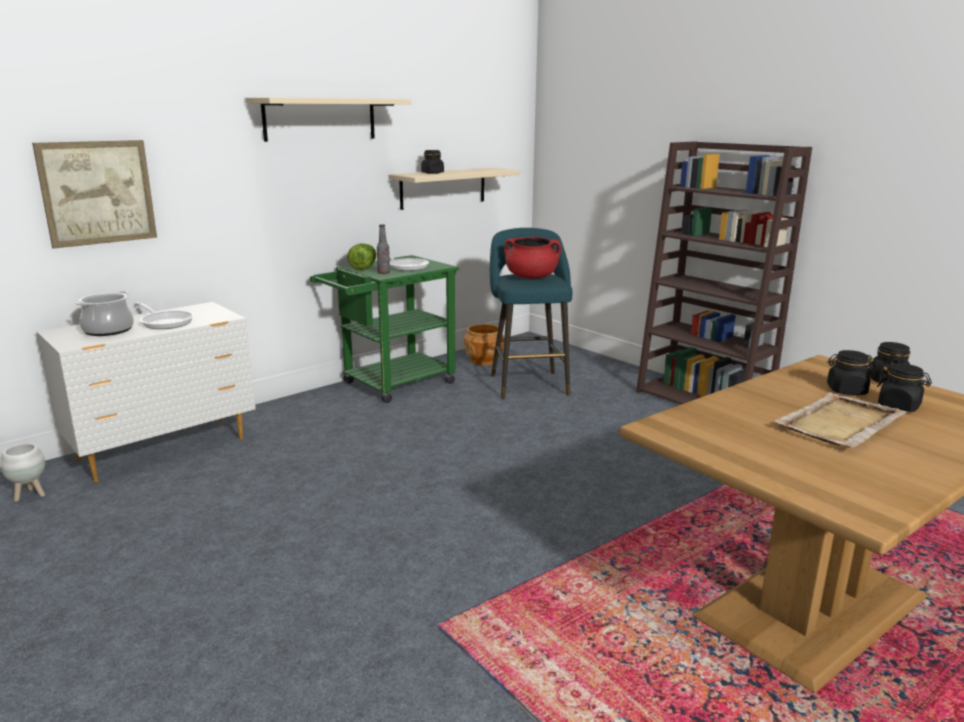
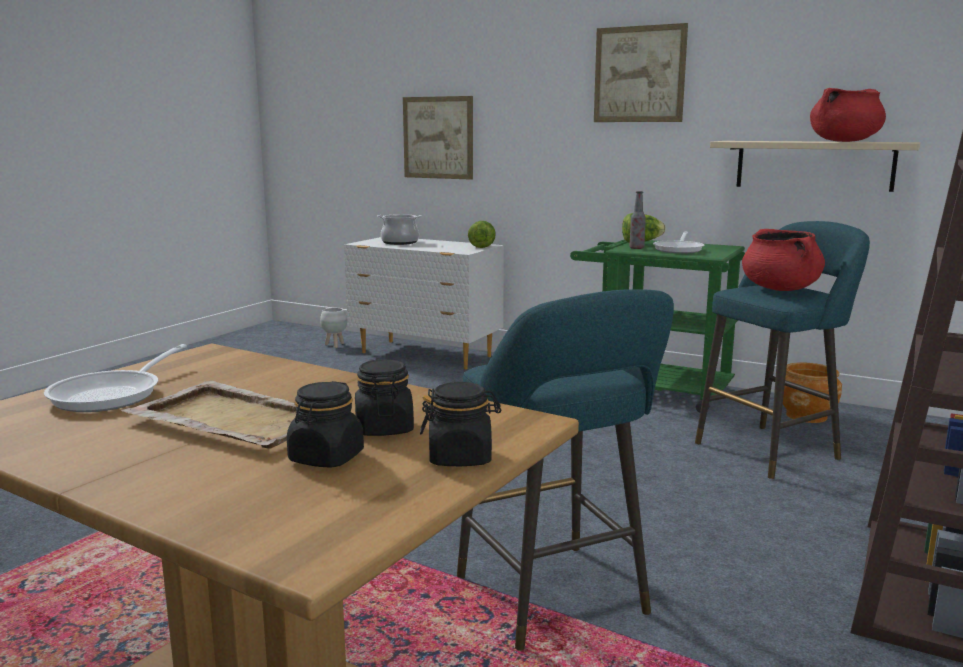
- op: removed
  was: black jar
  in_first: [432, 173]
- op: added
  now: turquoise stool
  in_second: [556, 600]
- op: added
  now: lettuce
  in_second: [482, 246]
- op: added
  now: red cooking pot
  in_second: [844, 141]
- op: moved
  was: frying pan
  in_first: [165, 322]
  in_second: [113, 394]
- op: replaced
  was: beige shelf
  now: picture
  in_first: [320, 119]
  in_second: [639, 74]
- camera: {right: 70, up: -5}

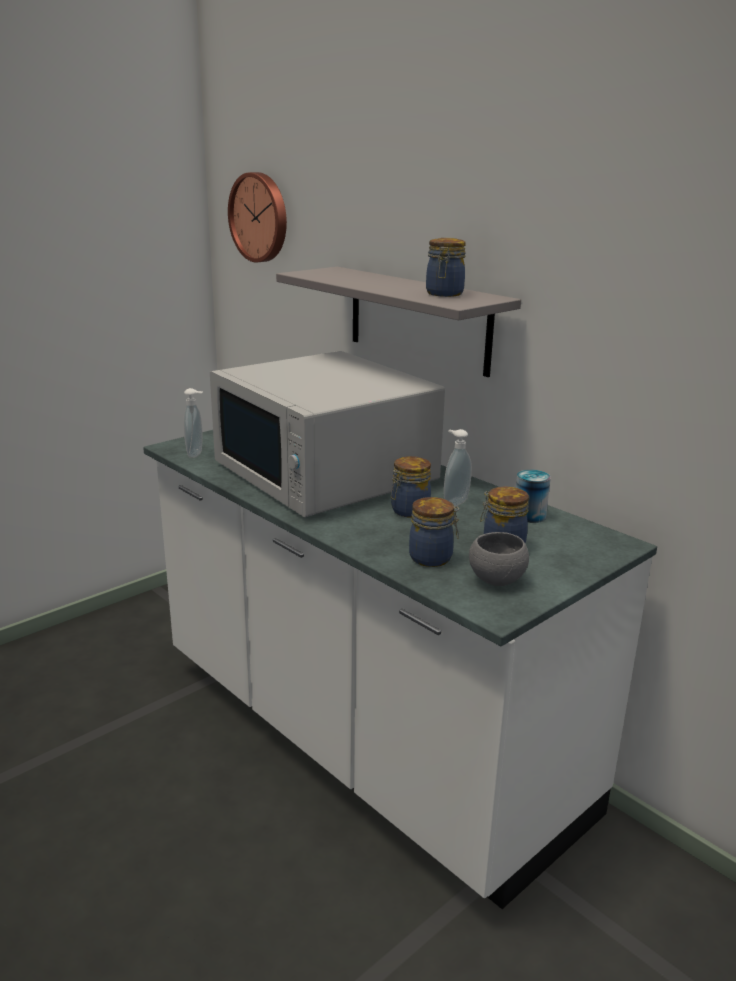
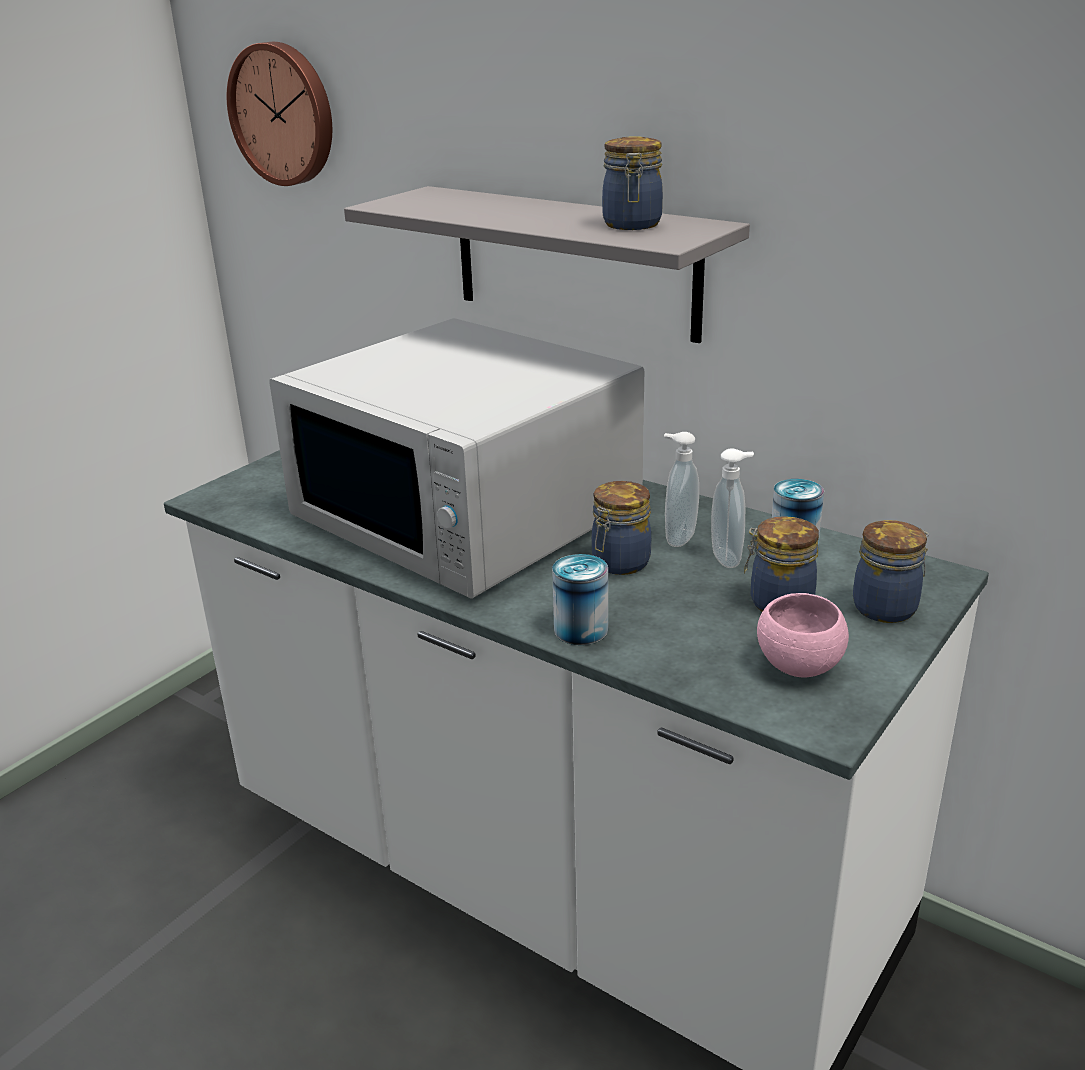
- op: added
  now: can
  in_second: [581, 630]
- op: moved
  was: soap dispenser
  in_first: [196, 454]
  in_second: [728, 558]
- op: moved
  was: jar
  in_first: [432, 558]
  in_second: [887, 608]
- op: recoloured
  was: grey bowl
  now: pink bowl
  in_first: [497, 579]
  in_second: [799, 665]
- camera: {right: -10, up: 5}

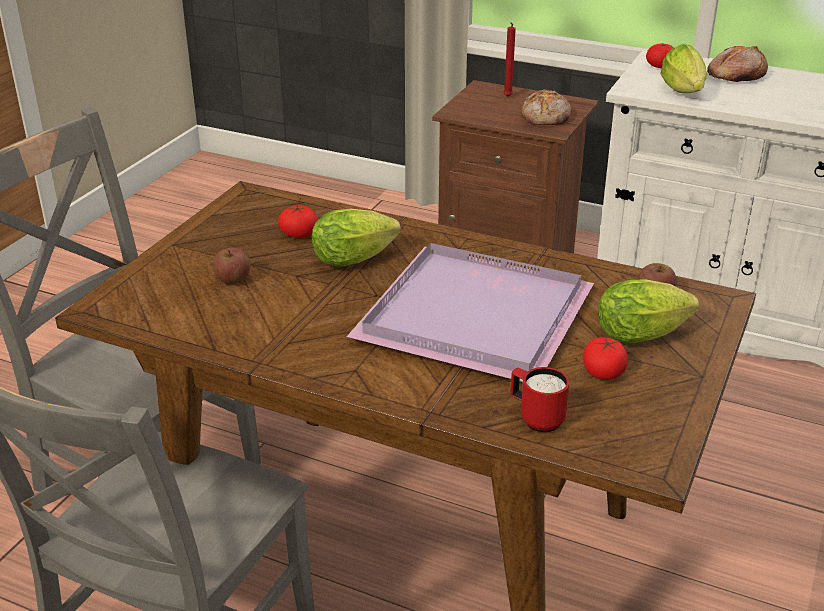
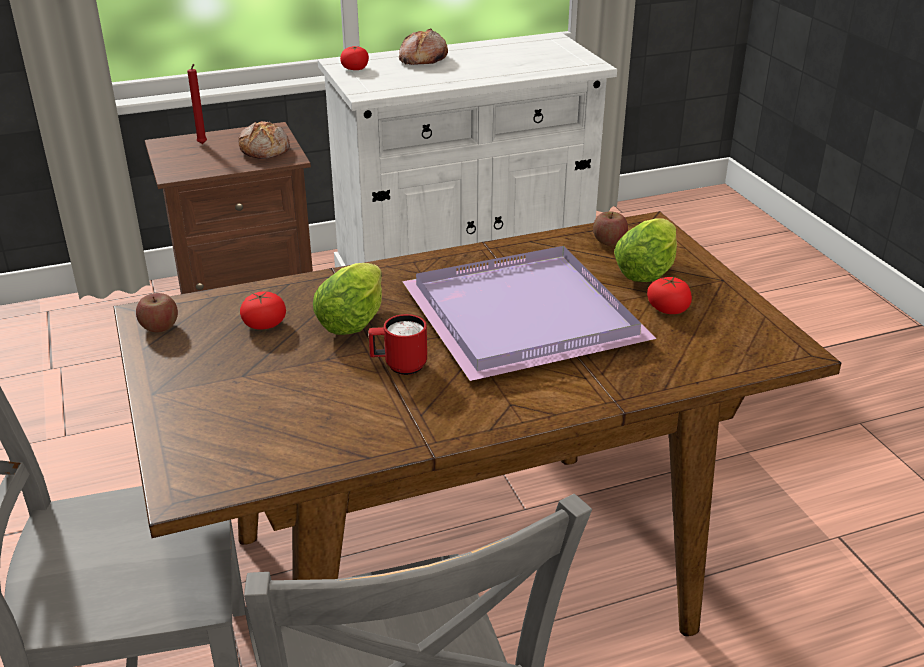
- op: removed
  was: lettuce
  in_first: [684, 93]
- op: moved
  was: apple
  in_first: [233, 279]
  in_second: [159, 327]
- op: moved
  was: red mug
  in_first: [536, 418]
  in_second: [399, 366]
- camera: {right: -45, up: 0}

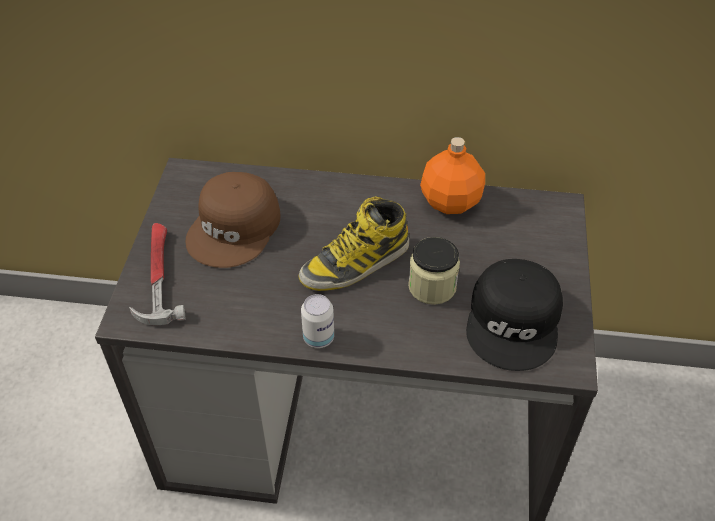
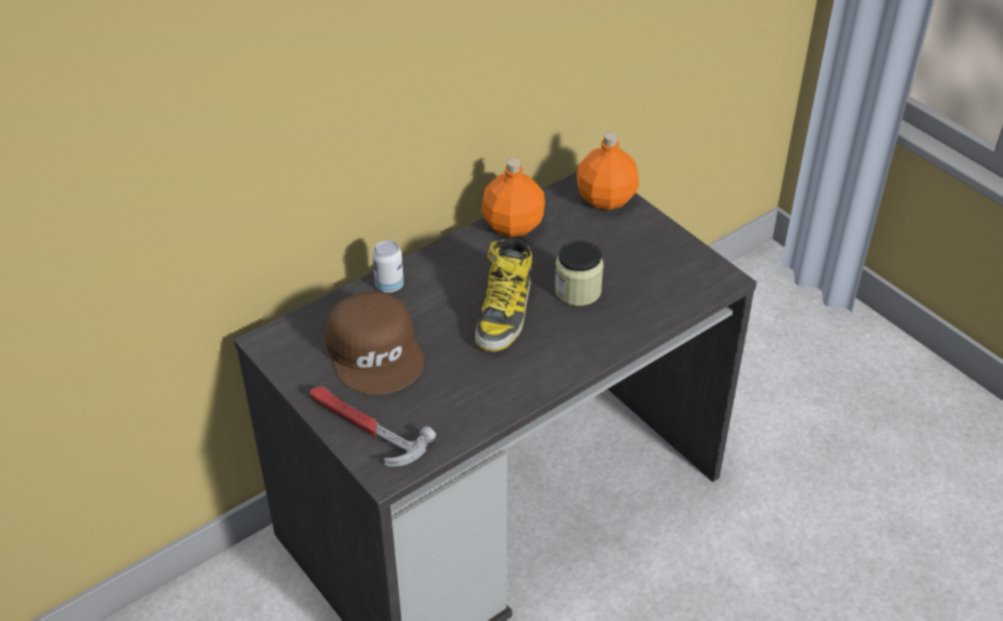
- op: removed
  was: black cap
  in_first: [515, 321]
- op: added
  now: orange bottle
  in_second: [605, 199]
- op: moved
  was: can
  in_first: [318, 338]
  in_second: [389, 285]
- camera: {right: -45, up: -5}

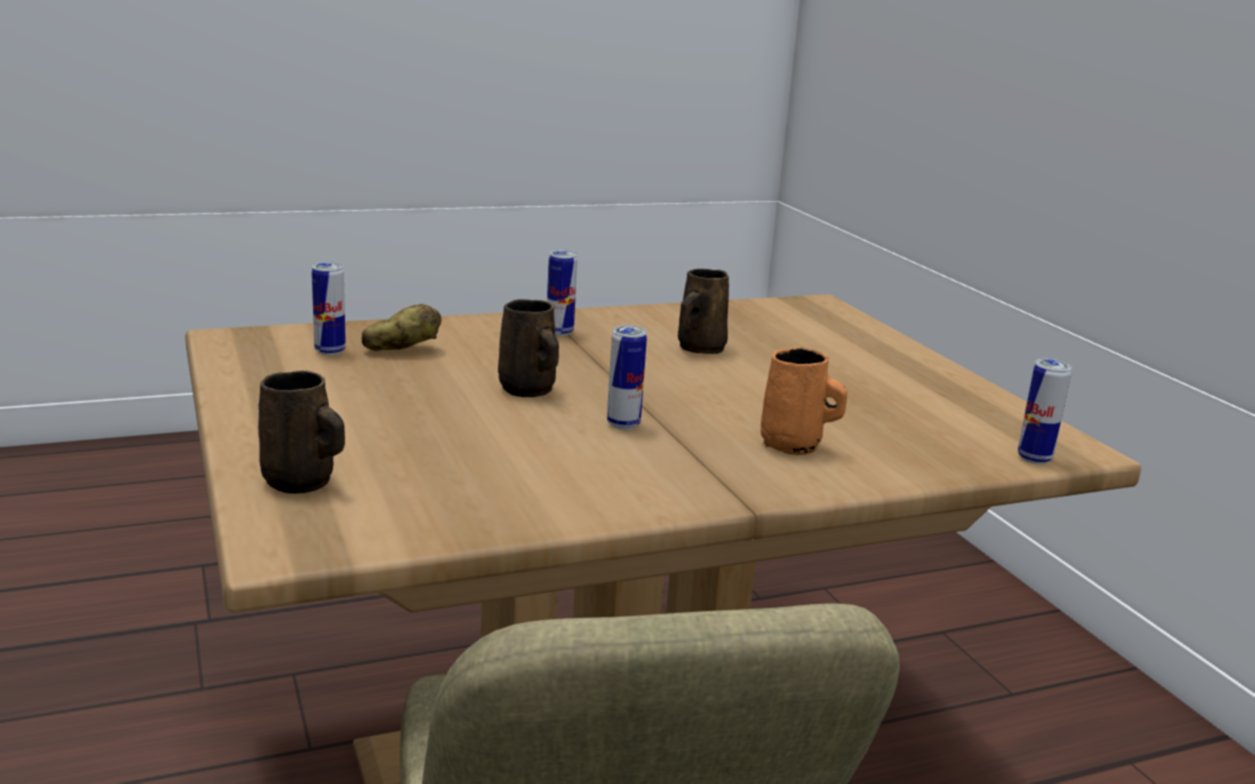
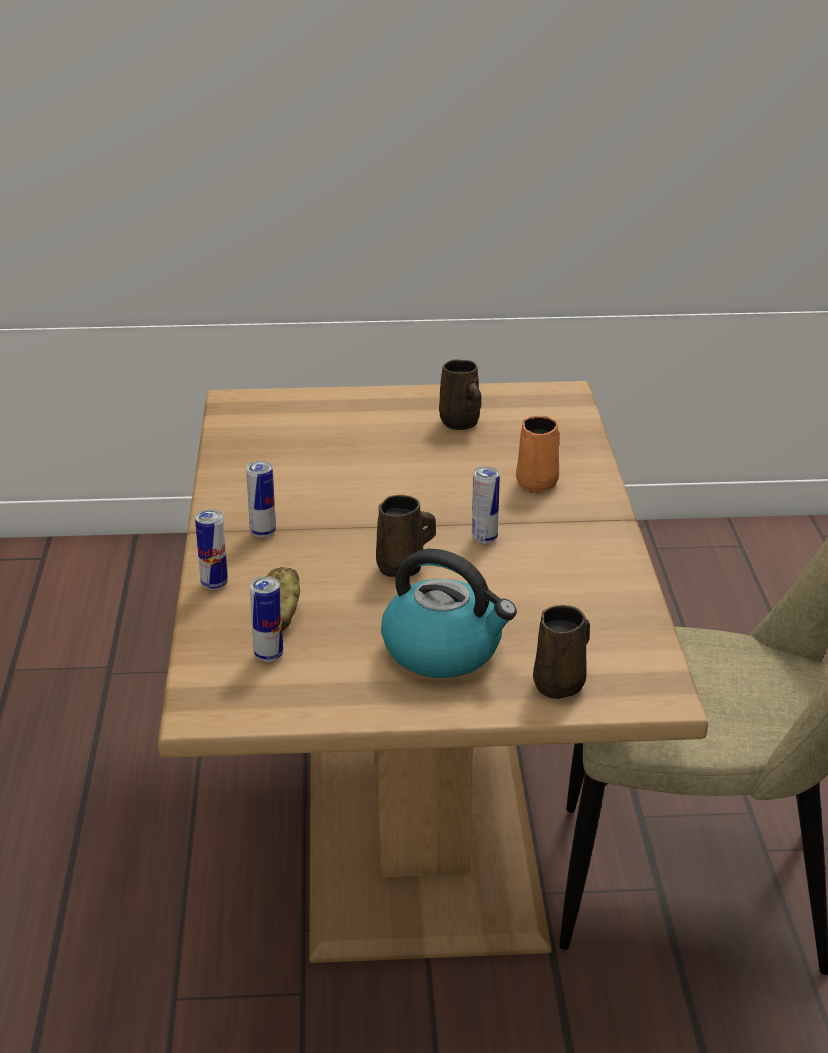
- op: added
  now: kettle
  in_second: [444, 651]
- op: moved
  was: brown mug
  in_first: [699, 348]
  in_second: [461, 423]
- op: moved
  was: can
  in_first: [1034, 458]
  in_second: [214, 584]
- camera: {right: -70, up: 10}

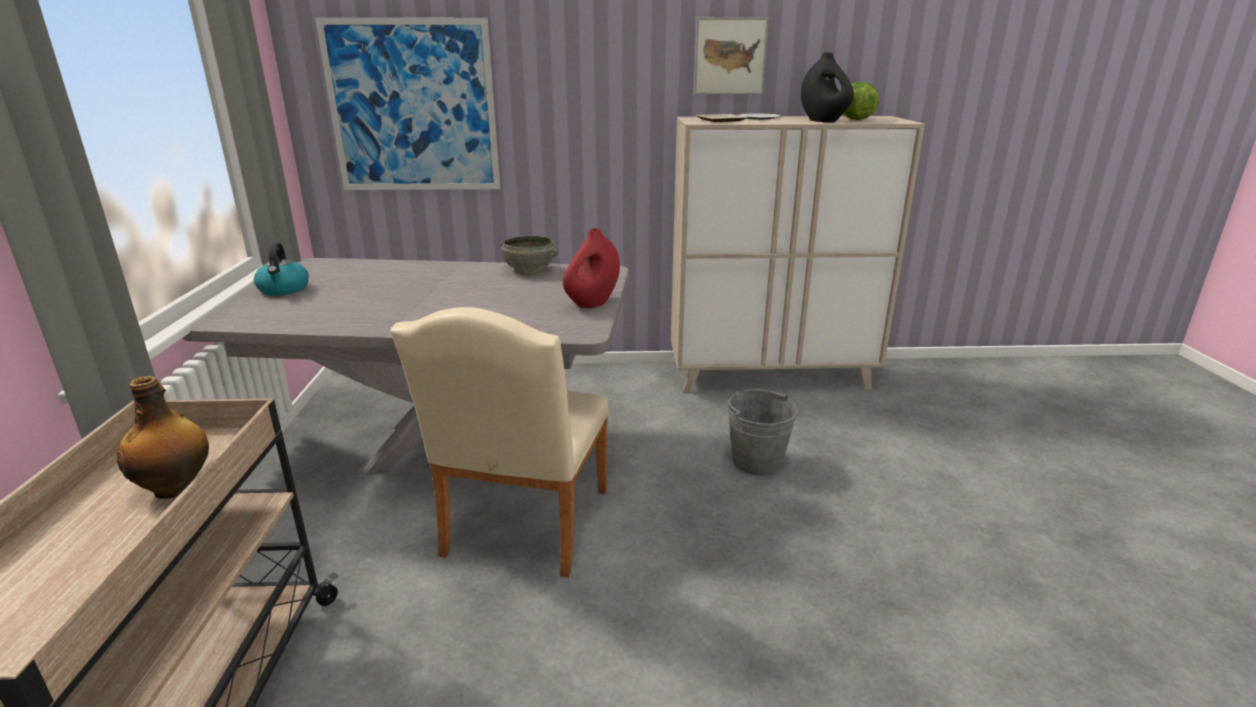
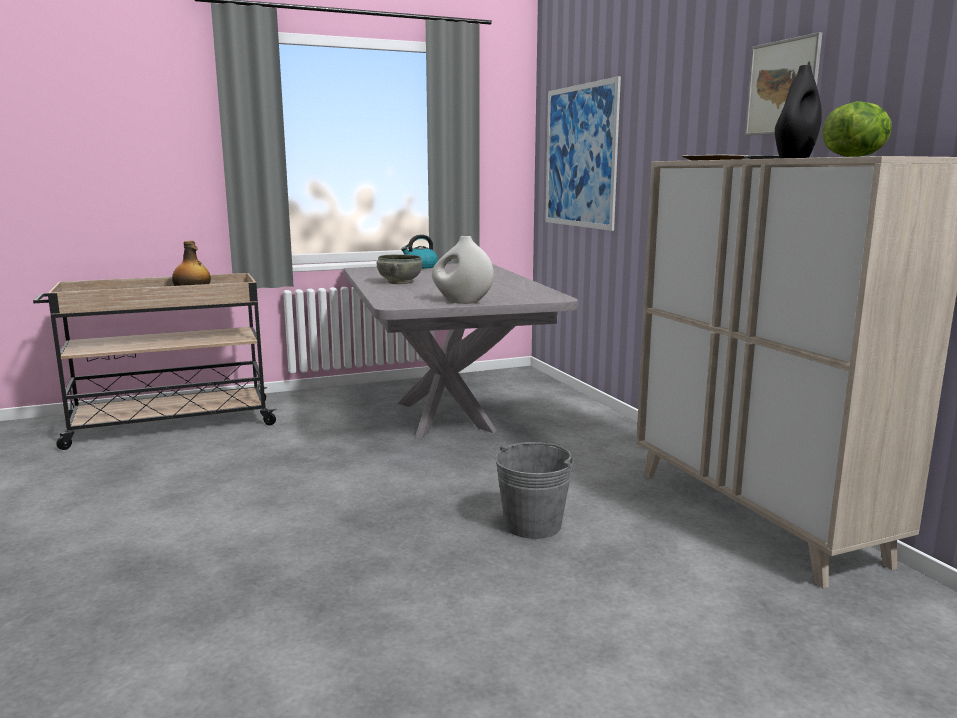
- op: removed
  was: beige chair
  in_first: [522, 529]
- op: moved
  was: grey bowl
  in_first: [529, 270]
  in_second: [399, 282]
- op: recoloured
  was: red vase
  now: white vase
  in_first: [592, 303]
  in_second: [462, 302]
- camera: {right: 70, up: -10}

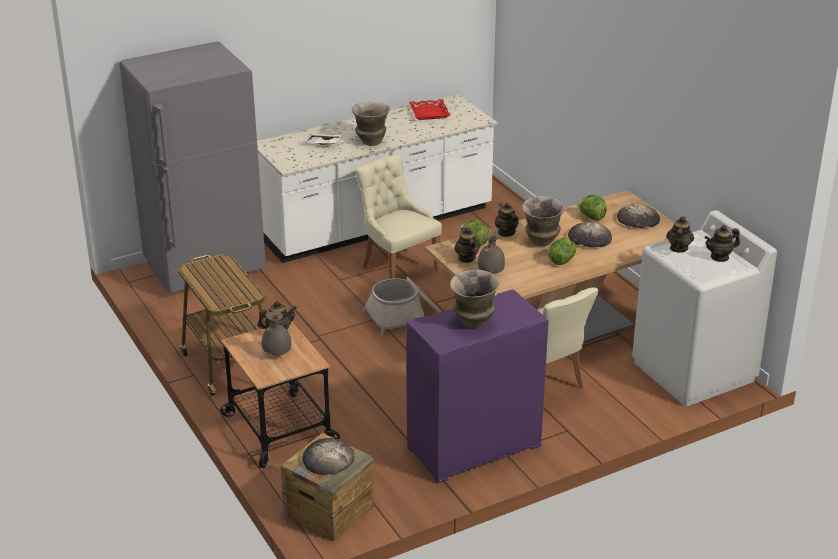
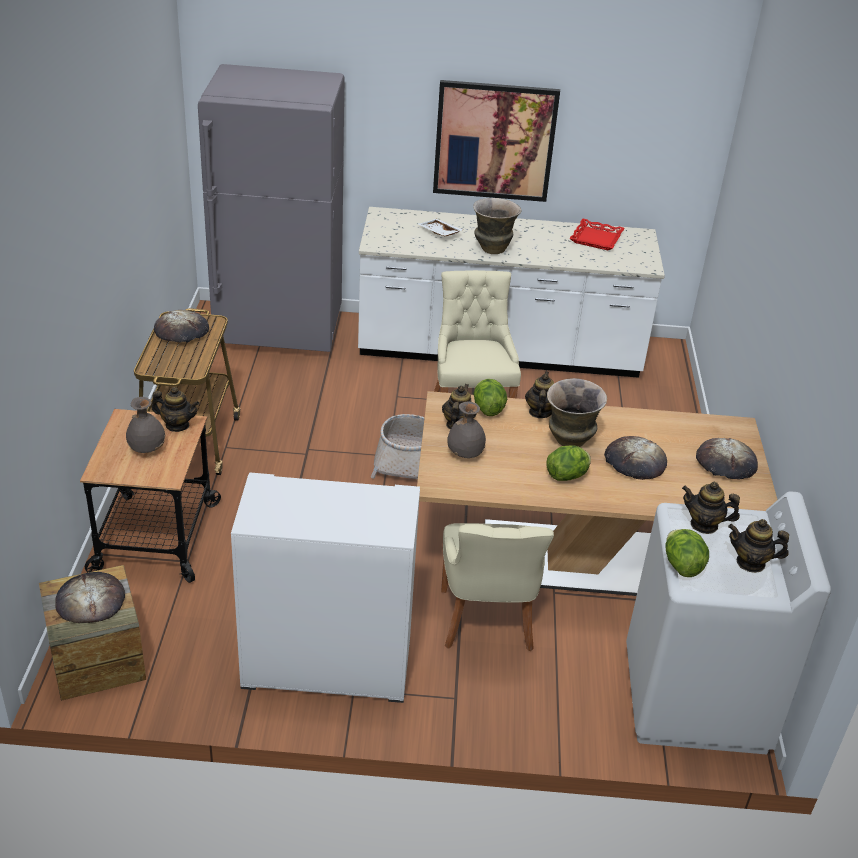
- op: removed
  was: vase
  in_first: [474, 323]
- op: added
  now: bread
  in_second: [182, 331]
- op: added
  now: picture
  in_second: [494, 141]
- op: moved
  was: lettuce
  in_first: [591, 217]
  in_second: [681, 565]
- op: recoloured
  was: purple cabinet
  now: white cabinet
  in_first: [474, 448]
  in_second: [326, 664]
- op: turned
  was: teapot
  in_first: [678, 248]
  in_second: [704, 525]
  clockwise: -120
- camera: {right: 30, up: 5}

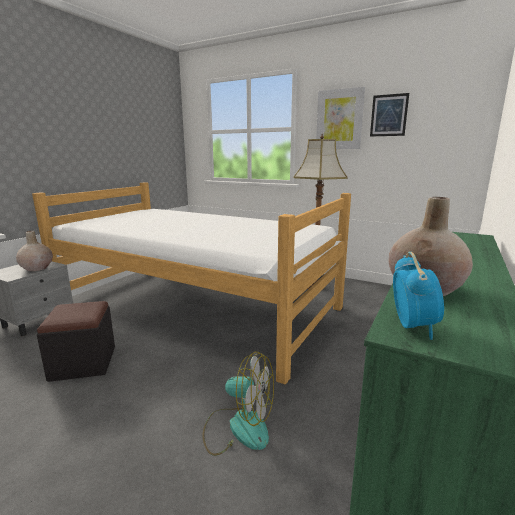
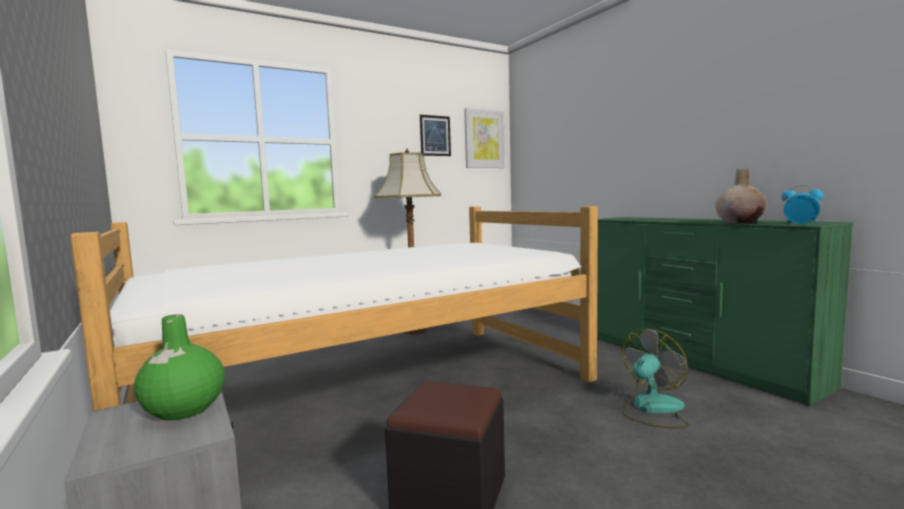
- op: moved
  was: picture
  in_first: [339, 119]
  in_second: [484, 139]
- op: recoloured
  was: beige vase
  now: green vase
  in_first: [37, 268]
  in_second: [183, 410]
- camera: {right: -60, up: -10}

